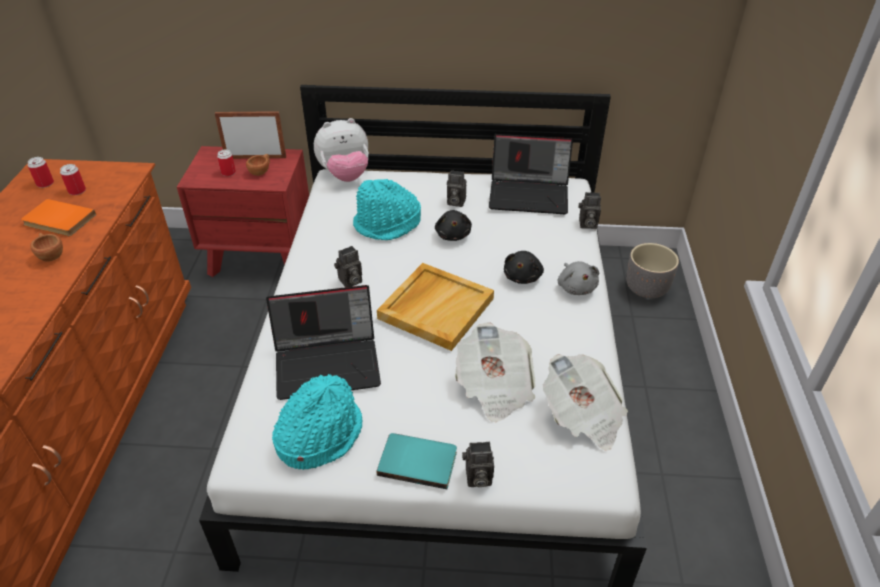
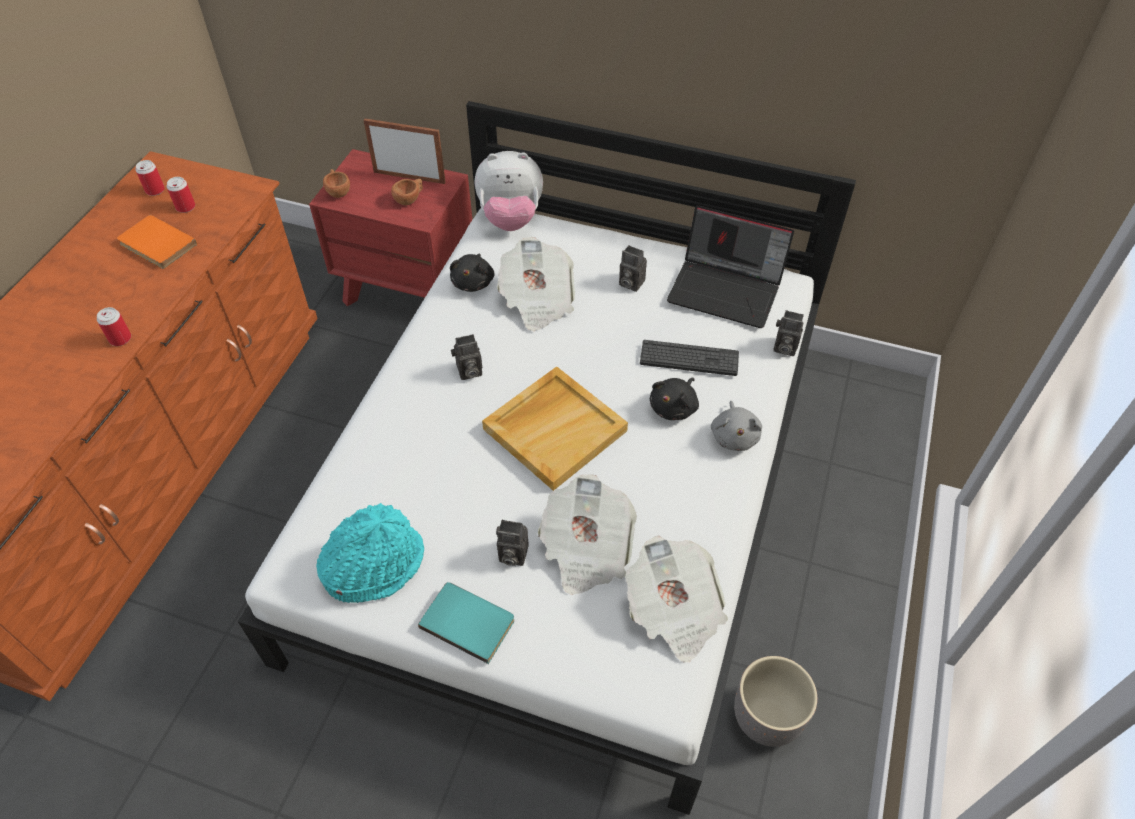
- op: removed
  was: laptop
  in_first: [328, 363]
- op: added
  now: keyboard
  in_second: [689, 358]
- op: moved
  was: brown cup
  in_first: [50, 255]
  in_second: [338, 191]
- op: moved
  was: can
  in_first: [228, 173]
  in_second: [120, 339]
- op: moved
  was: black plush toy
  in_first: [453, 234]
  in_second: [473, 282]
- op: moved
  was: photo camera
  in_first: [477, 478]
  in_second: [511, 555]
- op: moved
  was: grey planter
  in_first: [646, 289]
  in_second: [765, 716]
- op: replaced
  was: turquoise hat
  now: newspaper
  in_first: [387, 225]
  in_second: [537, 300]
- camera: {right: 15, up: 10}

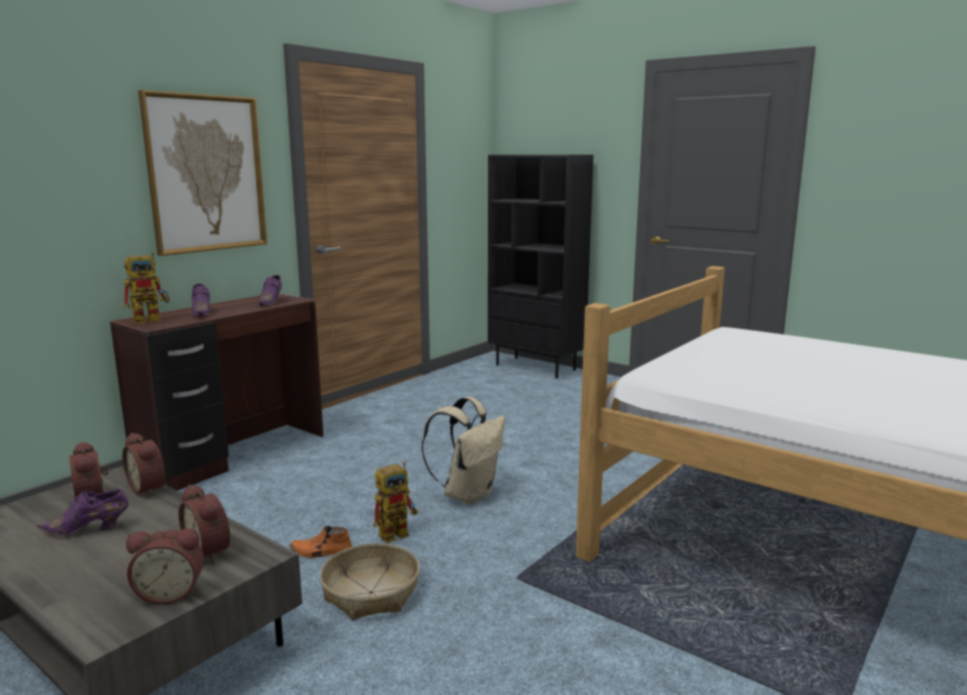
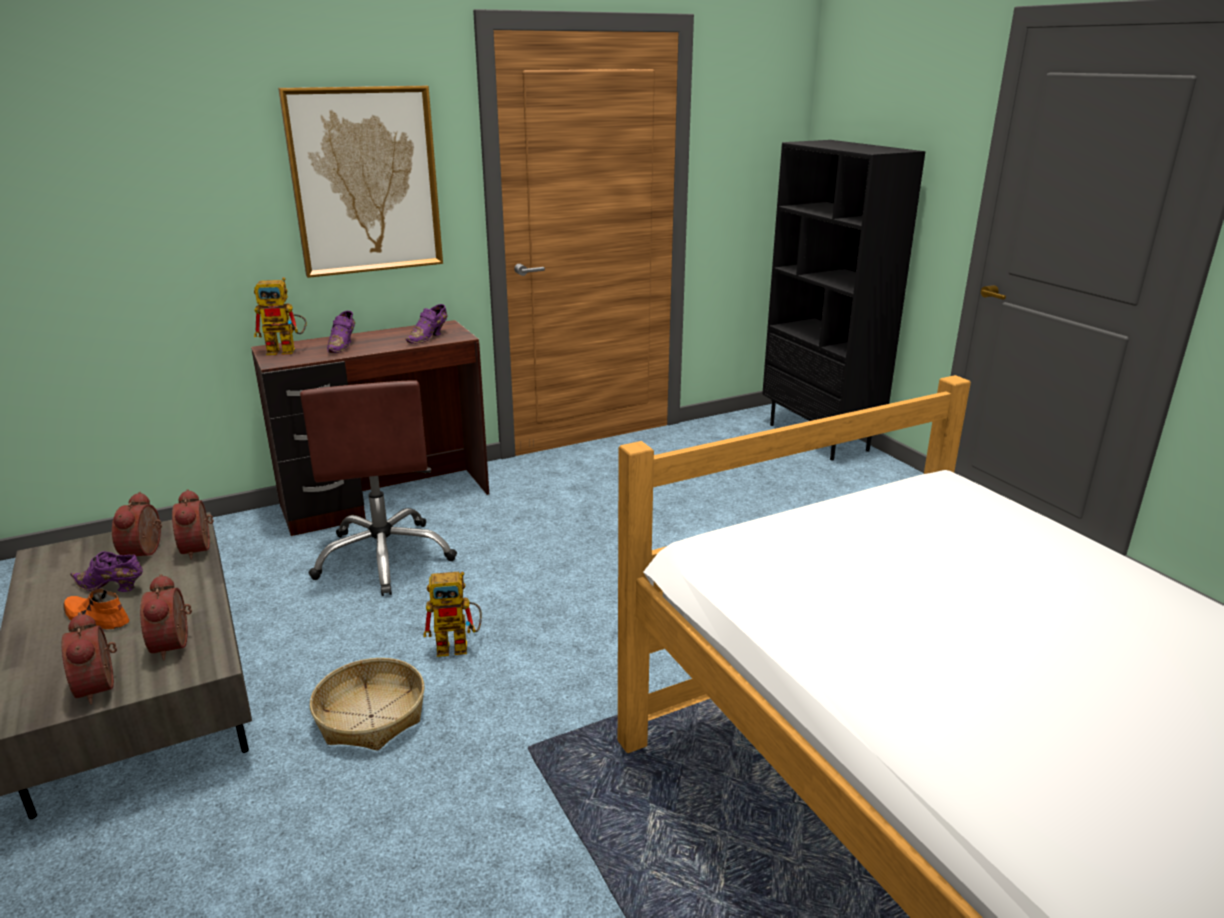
- op: removed
  was: beige backpack
  in_first: [468, 494]
- op: added
  now: brown office chair
  in_second: [385, 557]
- op: moved
  was: orange shoe
  in_first: [321, 552]
  in_second: [96, 618]
- op: turned
  was: alarm clock
  in_first: [171, 592]
  in_second: [101, 686]
  clockwise: 45
- camera: {right: 25, up: 10}

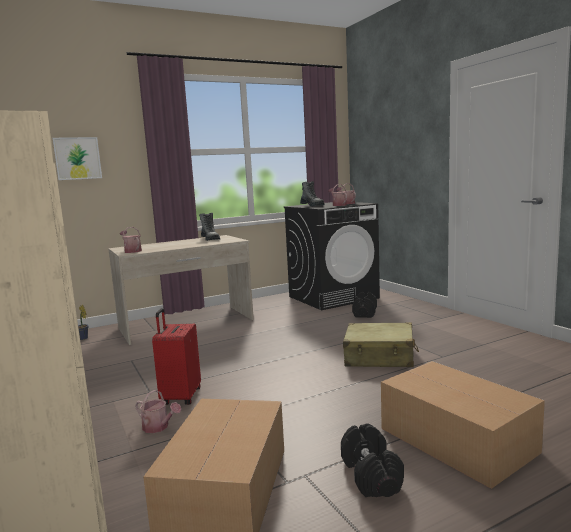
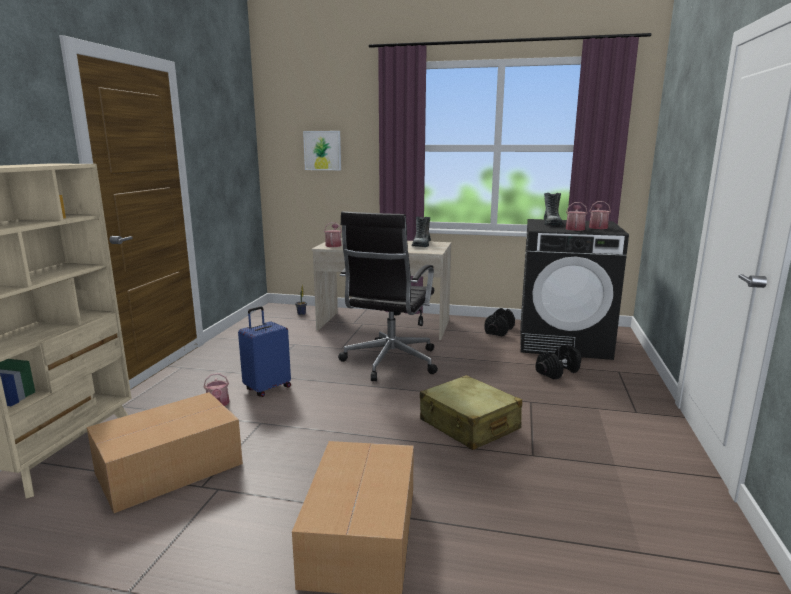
- op: added
  now: black office chair
  in_second: [389, 362]
- op: moved
  was: black dumbbell
  in_first: [371, 475]
  in_second: [499, 331]
- op: recoloured
  was: red suitcase
  now: blue suitcase
  in_first: [180, 397]
  in_second: [267, 388]
- camera: {right: 40, up: 5}

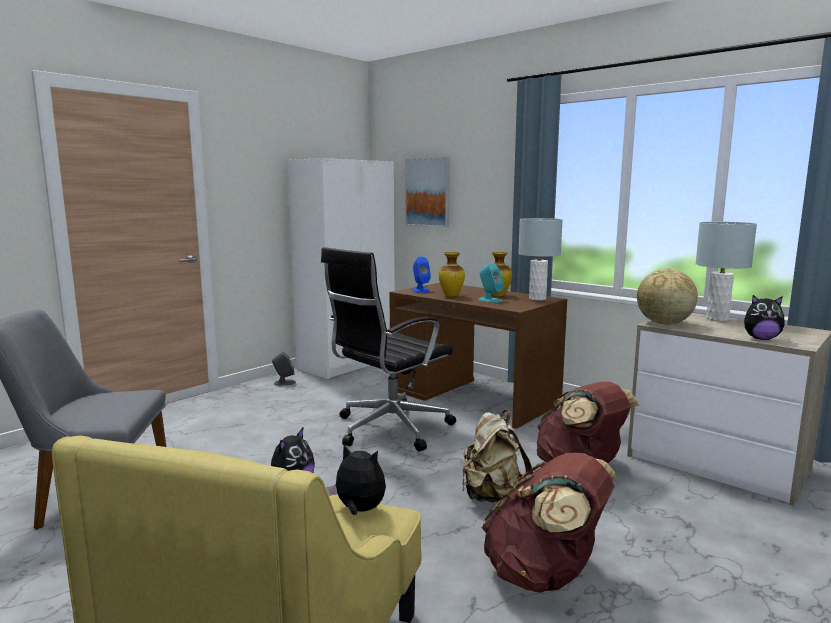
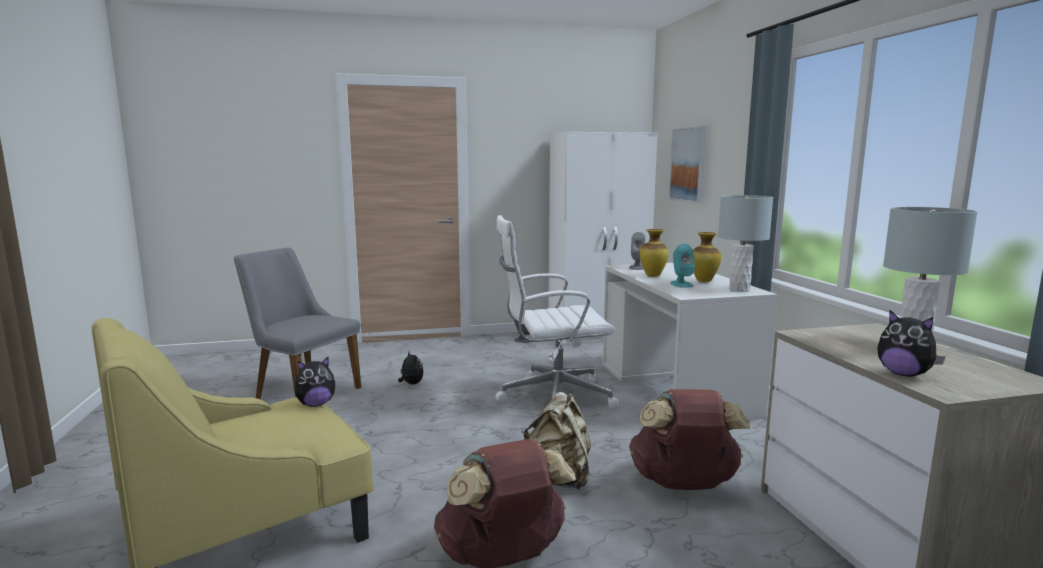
- op: removed
  was: globe
  in_first: [663, 323]
- op: moved
  was: plush toy
  in_first: [359, 510]
  in_second: [411, 384]
- op: recoloured
  was: black office chair
  now: white office chair
  in_first: [389, 429]
  in_second: [552, 397]
- op: recoloured
  was: brown desk
  now: white desk
  in_first: [473, 396]
  in_second: [675, 388]
- op: recoloured
  was: blue speaker
  now: grey speaker
  in_first: [420, 290]
  in_second: [637, 267]
- camera: {right: 35, up: 0}

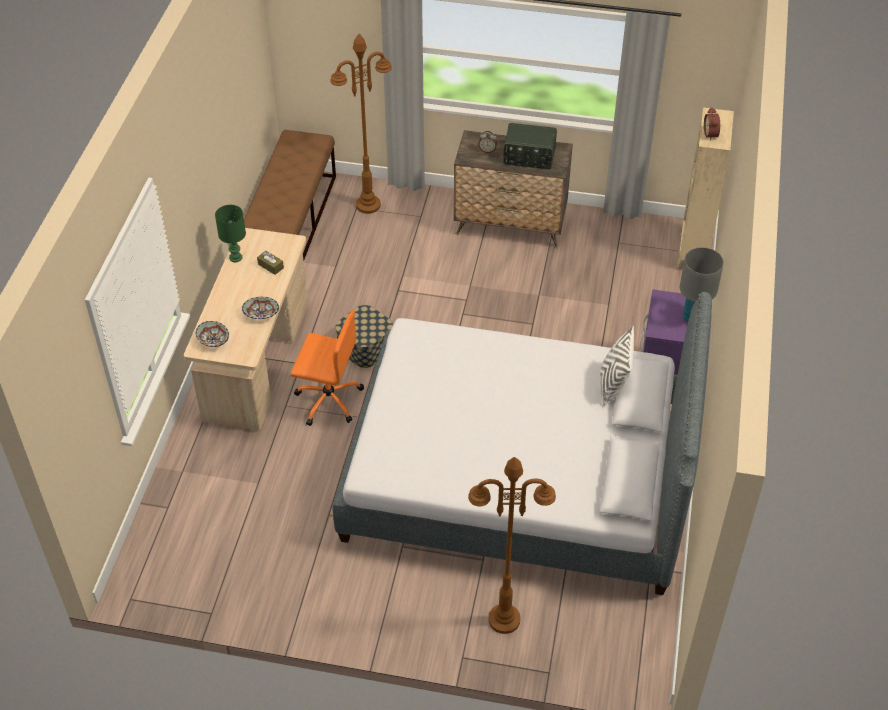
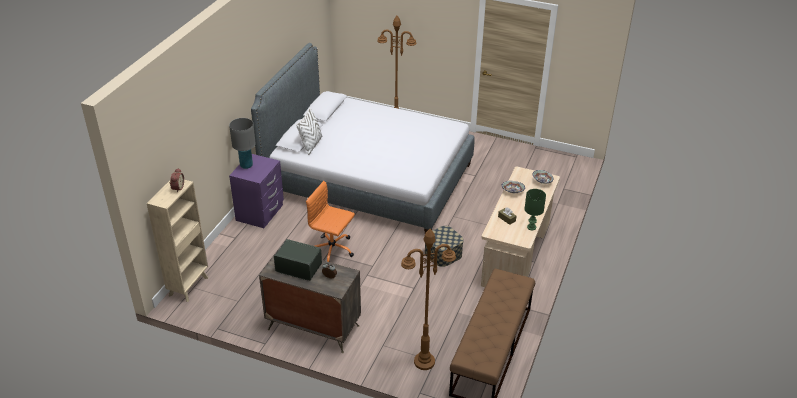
- op: moved
  was: orange office chair
  in_first: [328, 399]
  in_second: [333, 250]
- camera: {right: -170, up: -10}

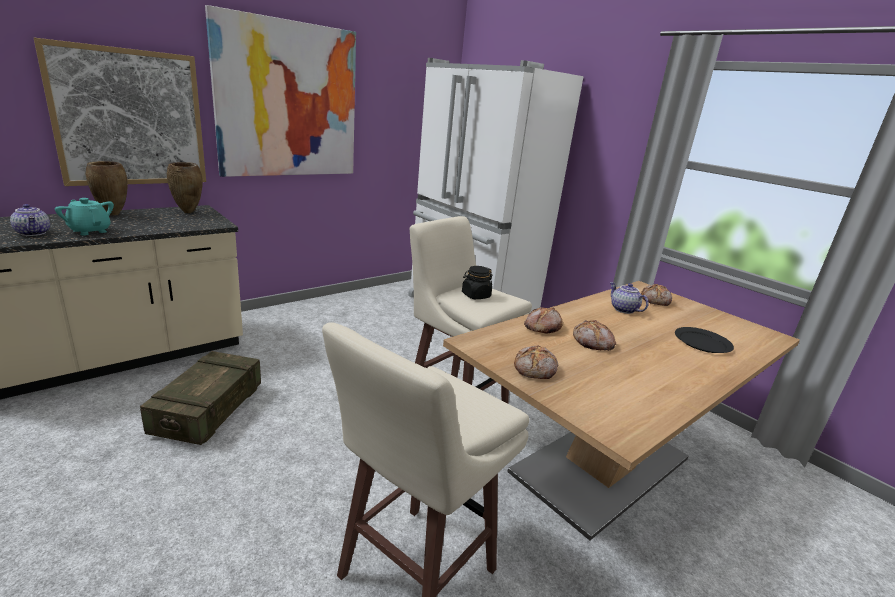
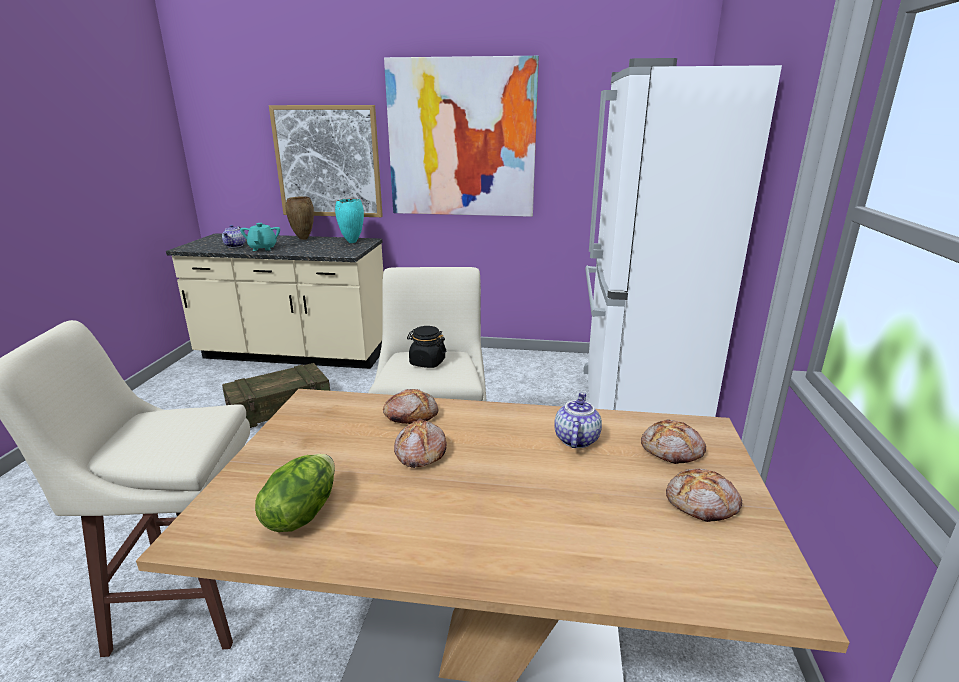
- op: removed
  was: black plate
  in_first: [702, 342]
- op: added
  now: lettuce
  in_second: [301, 513]
- op: moved
  was: bread
  in_first: [535, 369]
  in_second: [702, 504]
- op: recoloured
  was: brown vase
  now: turquoise vase
  in_first: [189, 212]
  in_second: [352, 242]
- camera: {right: 50, up: 0}

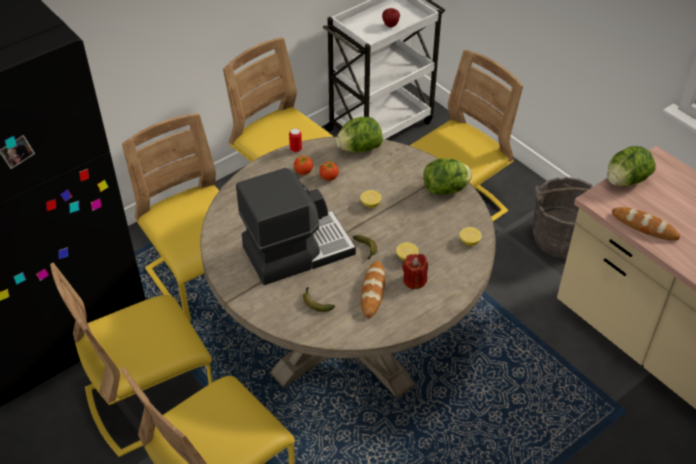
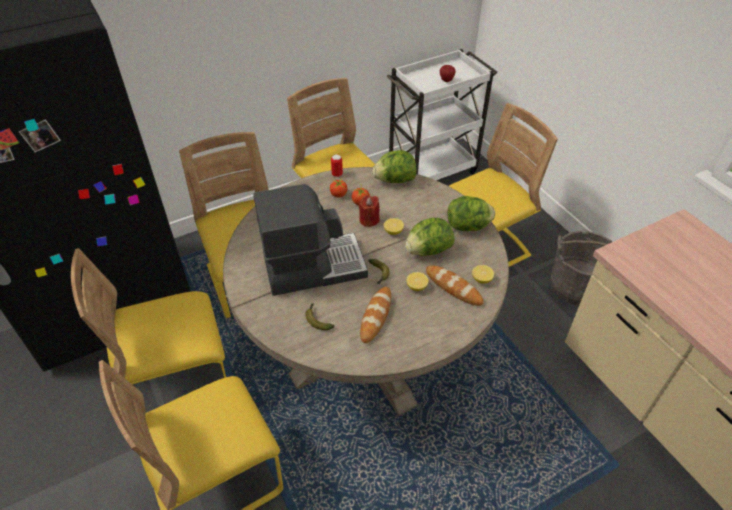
- op: moved
  was: red candle
  in_first: [414, 280]
  in_second: [369, 220]
- op: moved
  was: lettuce
  in_first: [626, 181]
  in_second: [428, 251]
- op: moved
  was: bread
  in_first: [644, 226]
  in_second: [453, 287]
- camera: {right: 10, up: 0}

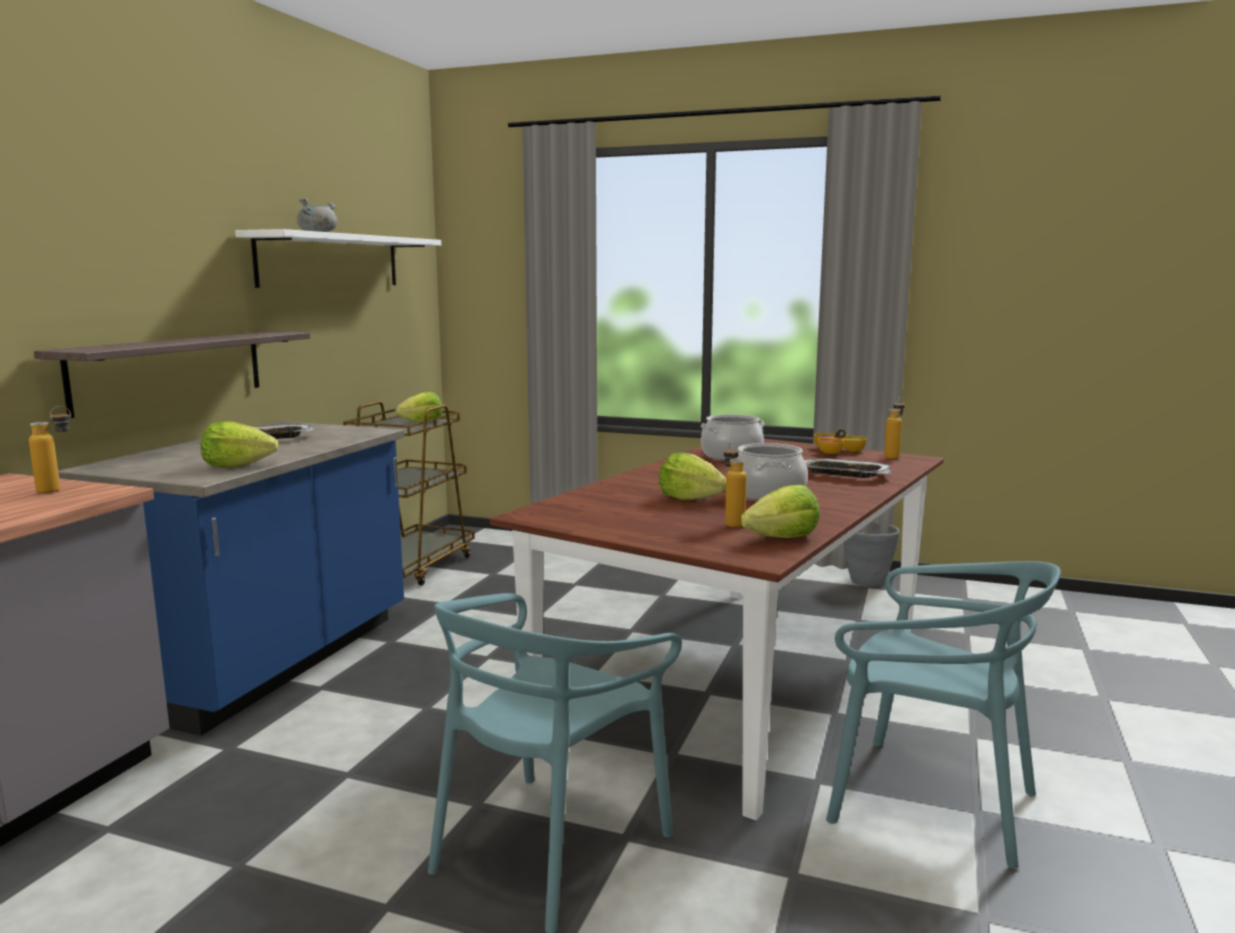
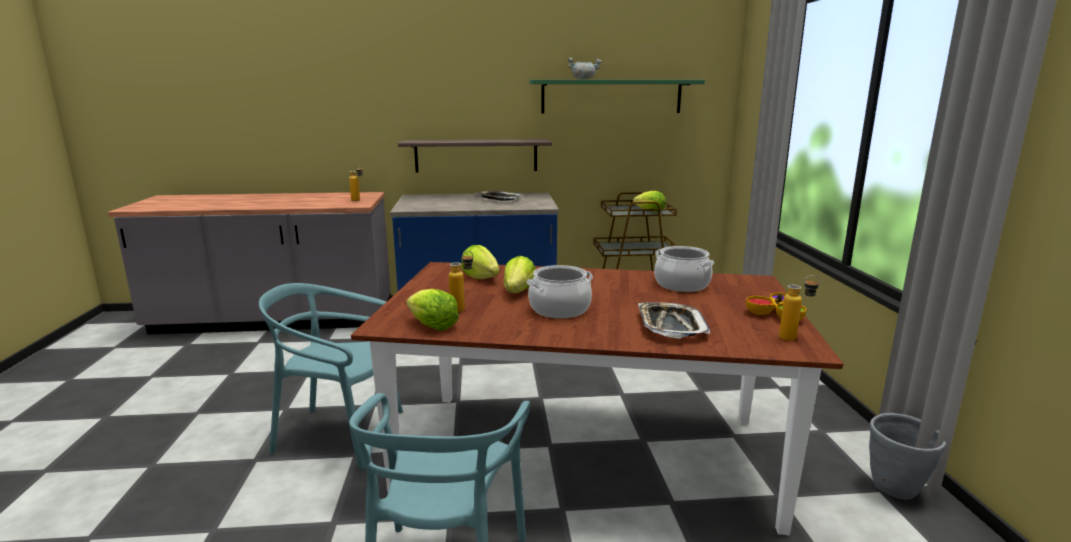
- op: moved
  was: lettuce
  in_first: [237, 465]
  in_second: [481, 278]
- op: recoloured
  was: white shelf
  now: green shelf
  in_first: [331, 261]
  in_second: [611, 96]
- camera: {right: 65, up: 5}

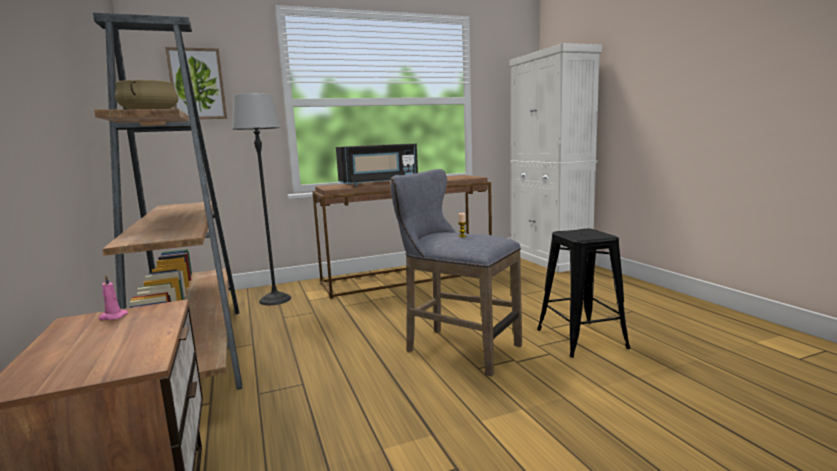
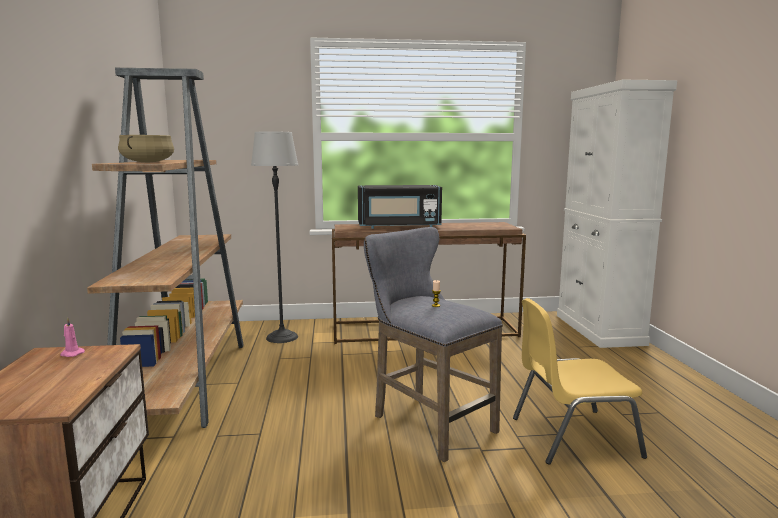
- op: removed
  was: picture
  in_first: [197, 84]
- op: replaced
  was: black stool
  now: yellow chair
  in_first: [581, 338]
  in_second: [572, 436]
- camera: {right: 15, up: 0}

